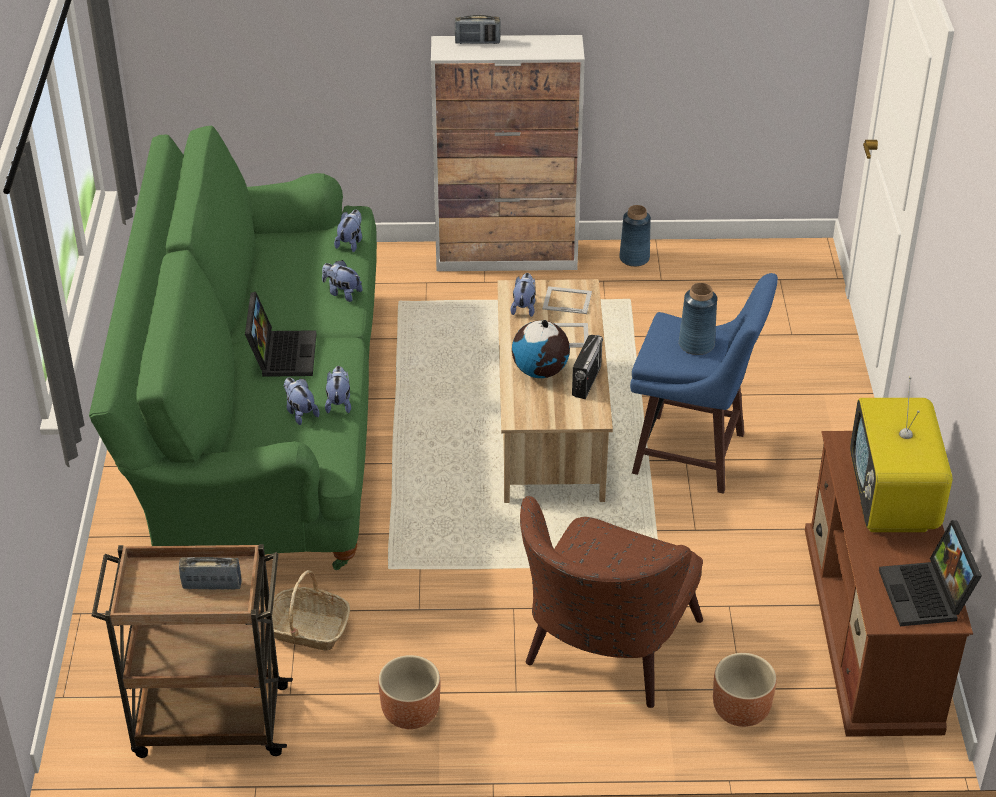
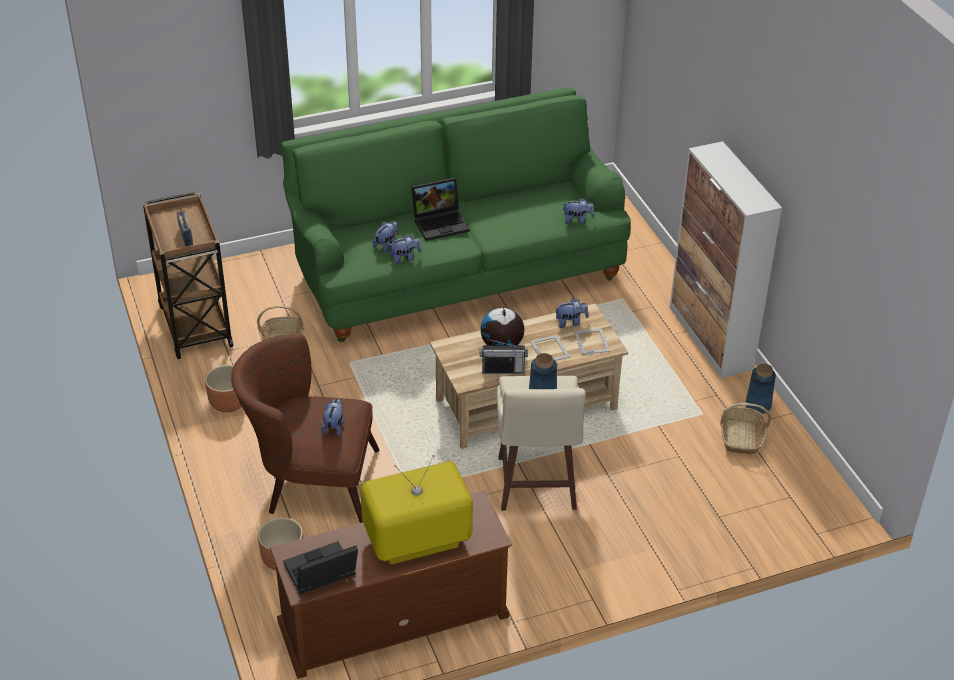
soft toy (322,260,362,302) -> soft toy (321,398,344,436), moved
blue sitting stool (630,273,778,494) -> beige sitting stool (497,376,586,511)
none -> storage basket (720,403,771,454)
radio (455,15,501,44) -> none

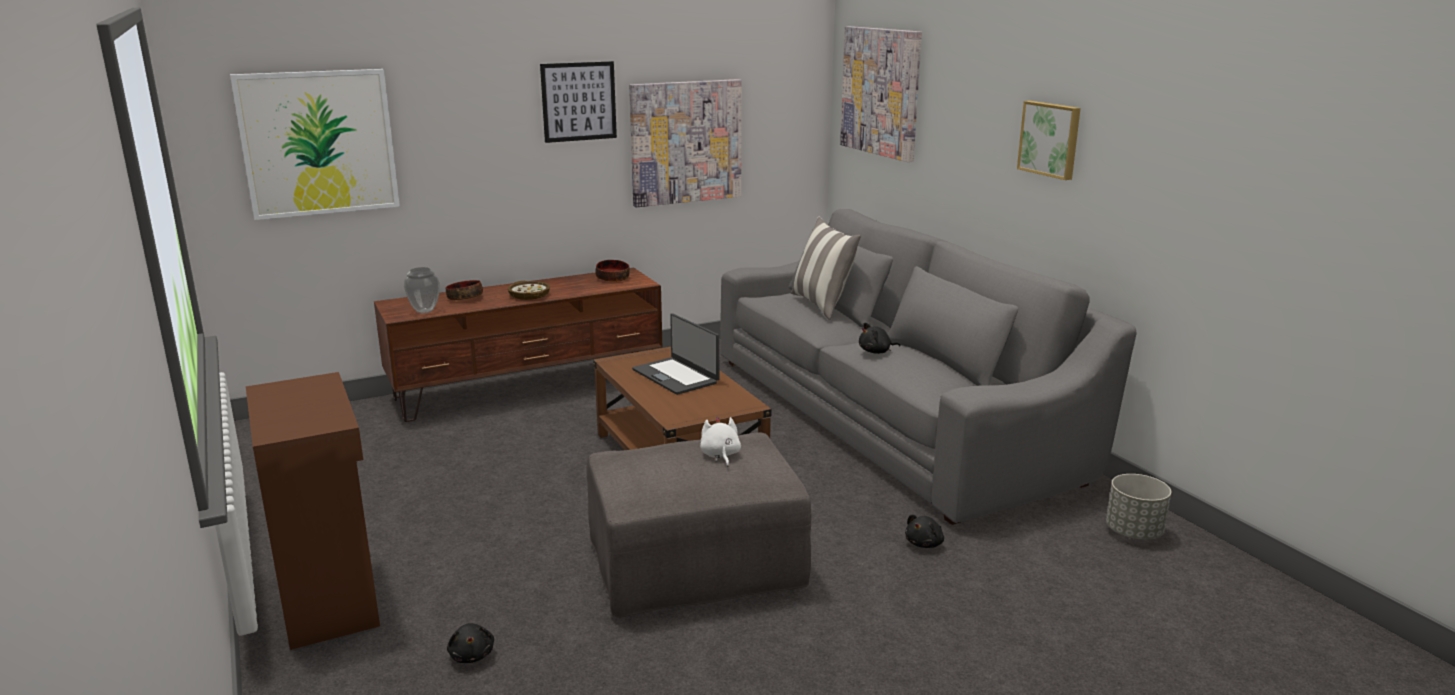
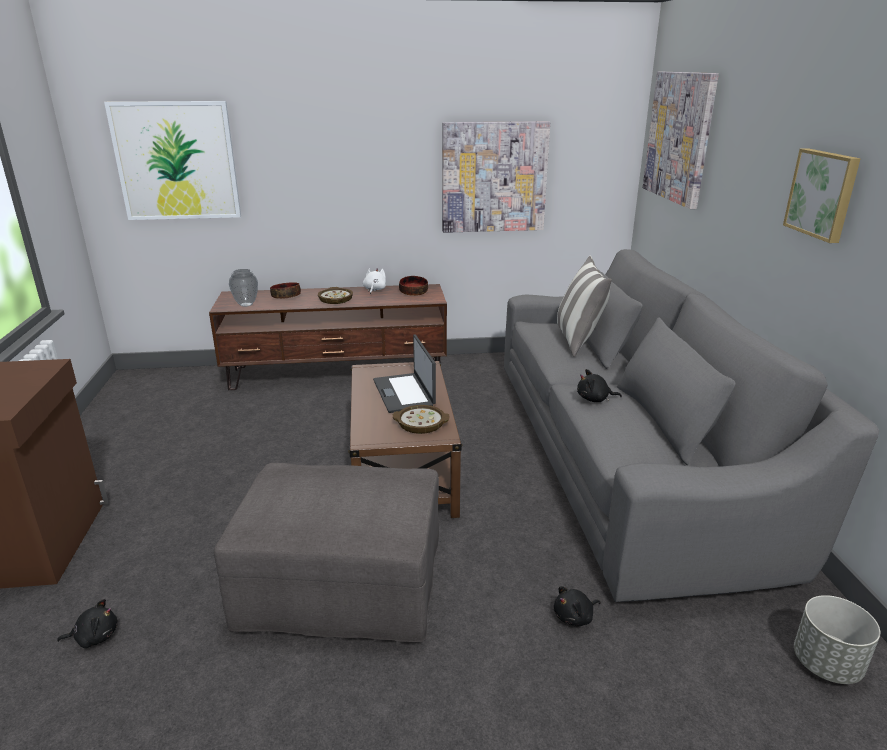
black-coloured soft toy (447,623,494,663) -> black-coloured soft toy (57,599,118,648), 105 degrees counterclockwise
white-coloured soft toy (700,417,741,467) -> white-coloured soft toy (363,268,386,294), moved
none -> bowl (393,405,450,434)
wall picture (540,61,617,143) -> none

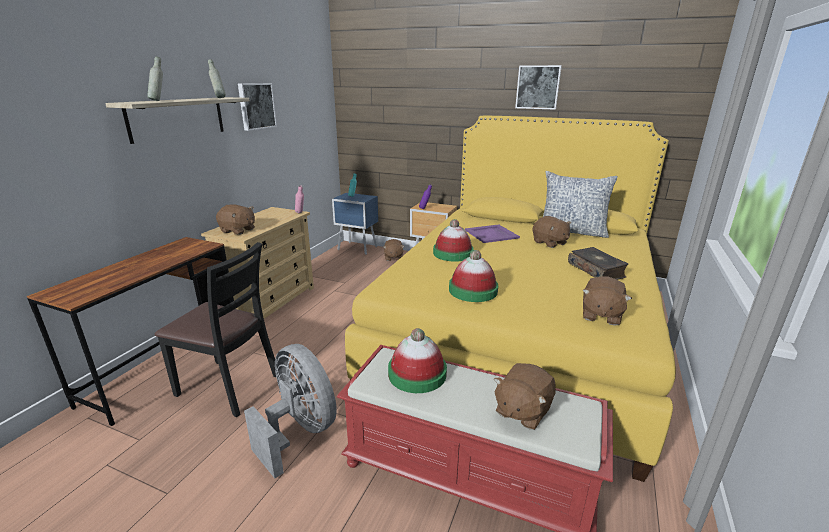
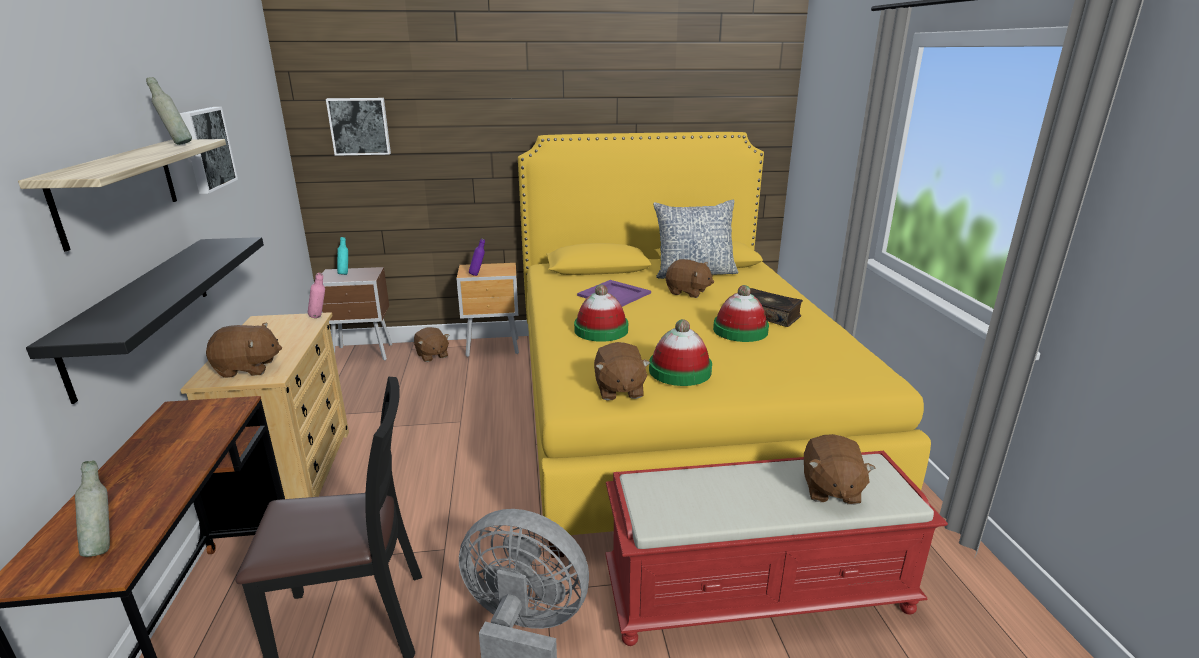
none -> black-coloured wall shelf (26,237,264,404)
grey beverage bottle (147,57,163,101) -> grey beverage bottle (75,460,110,557), moved
blue nightstand (332,193,378,255) -> brownish nightstand (314,267,392,361)
wall picture (515,65,562,110) -> wall picture (326,98,391,156), moved
brownish soft toy (582,277,632,326) -> brownish soft toy (594,342,650,401), moved
clothing hat (388,328,447,393) -> clothing hat (713,285,769,342), moved

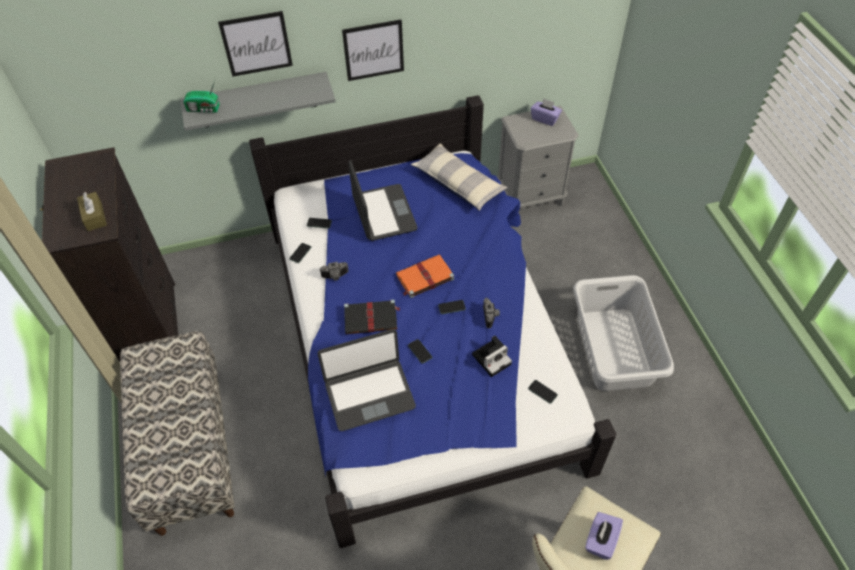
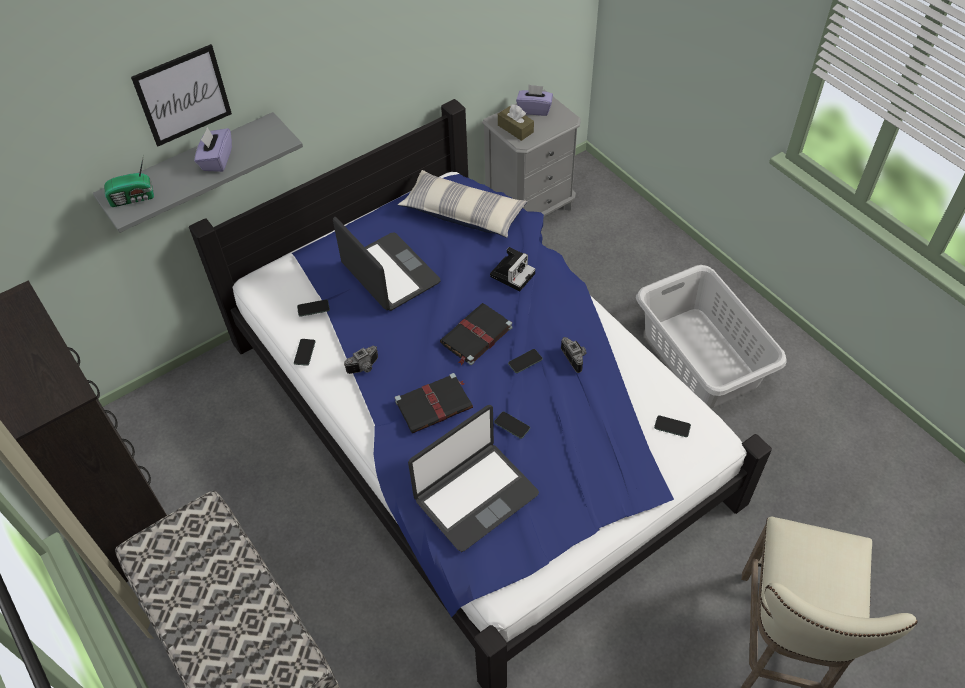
purple-coloured tissue holder (585,512,623,560) -> purple-coloured tissue holder (194,127,232,172), moved
orange book (396,255,454,298) -> black-coloured book (440,303,512,365)
photo camera (472,336,512,377) -> photo camera (490,247,535,292), moved
brownish tissue holder (77,192,107,231) -> brownish tissue holder (498,105,534,141), moved
wall picture (342,20,404,81) -> none

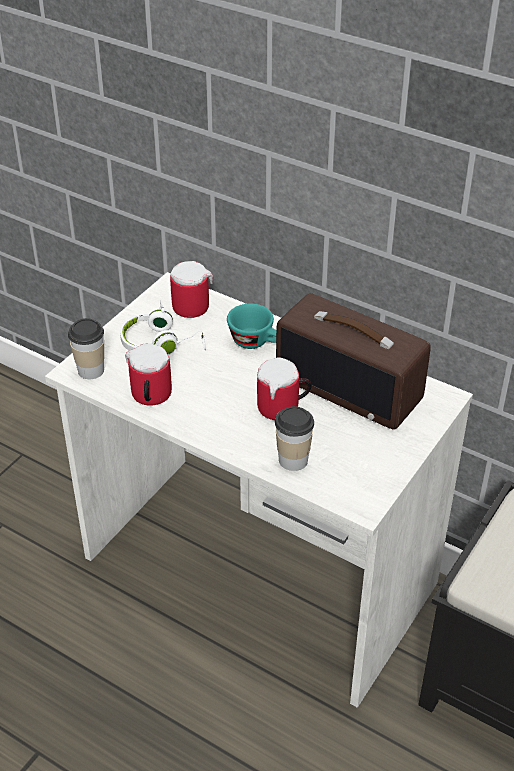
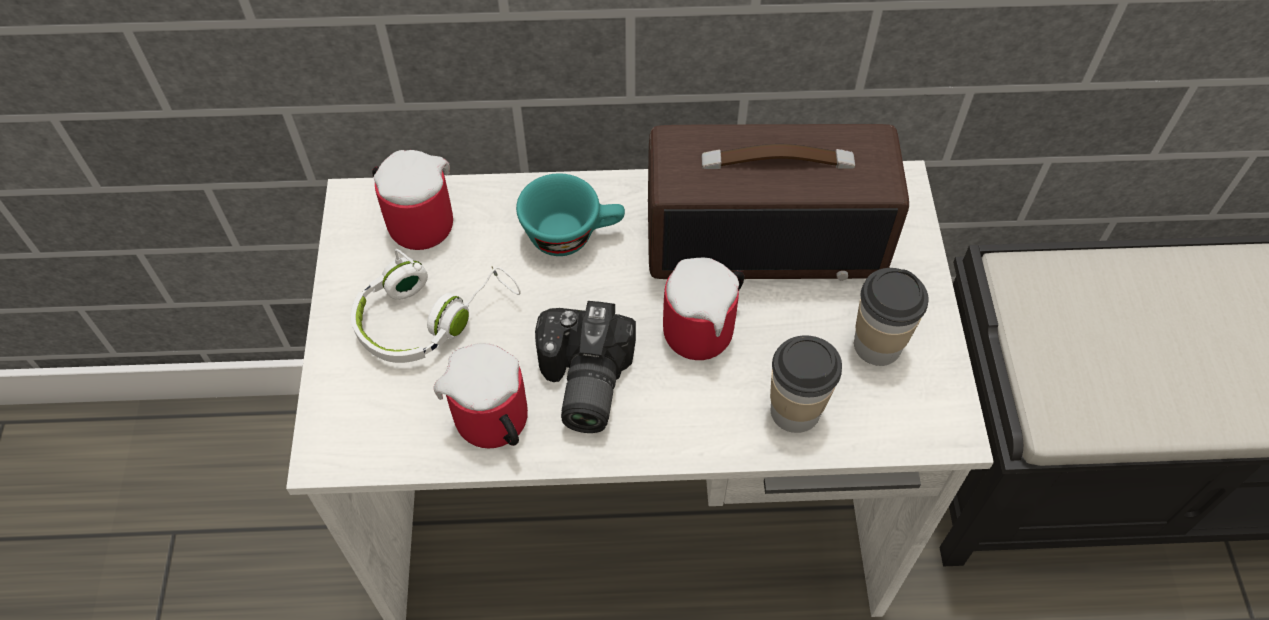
none -> photo camera (535,301,636,433)
drinking cup (68,318,104,379) -> drinking cup (854,268,929,366), moved

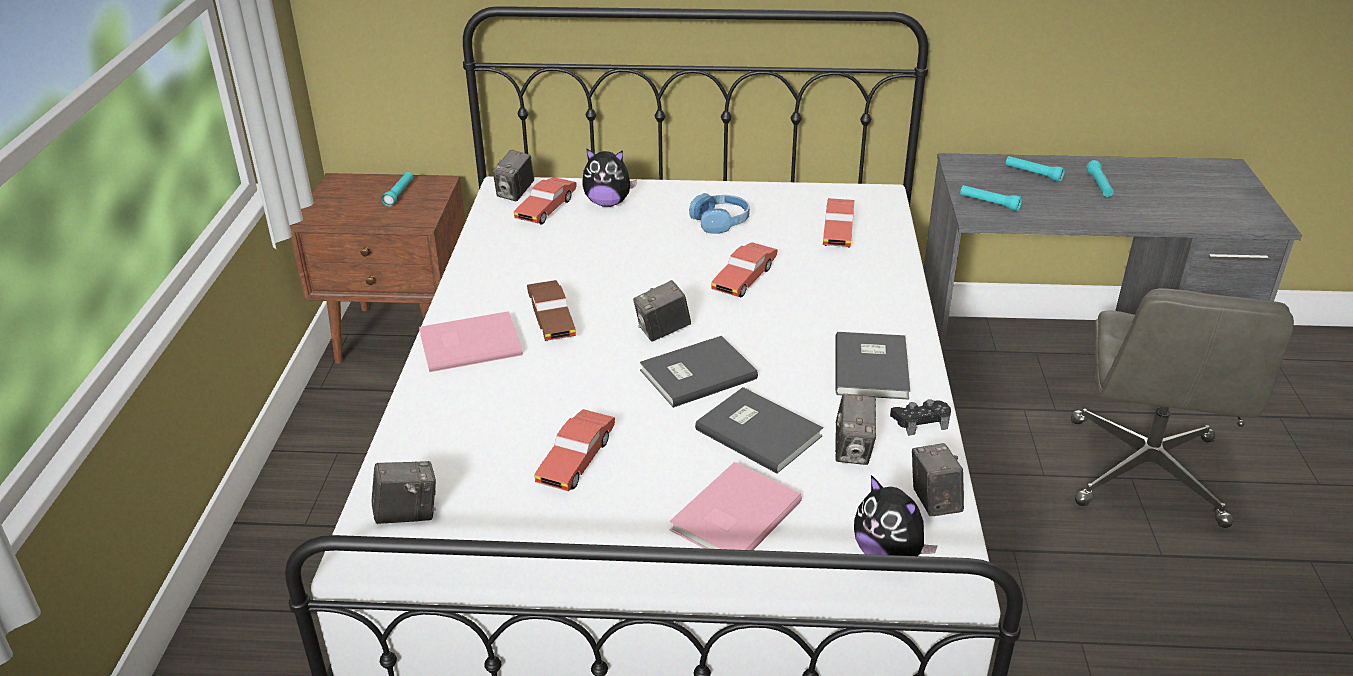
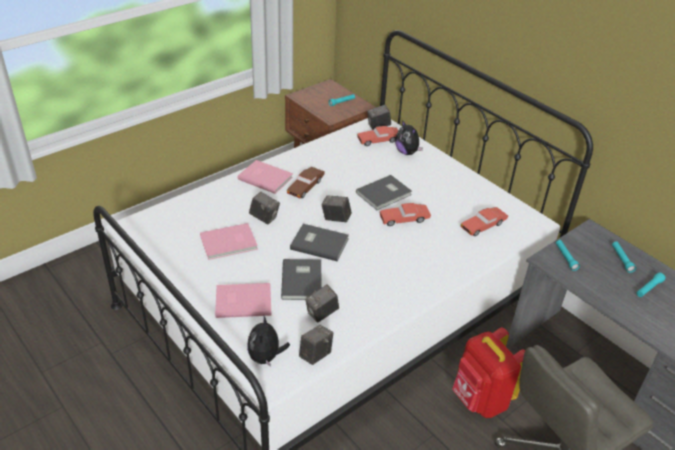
reddish toy car (534,409,615,491) -> pink book (200,223,258,260)
photo camera (372,461,436,524) -> photo camera (249,192,280,224), moved
grey book (835,332,910,400) -> grey book (356,175,412,210), moved
none -> reddish knapsack (452,327,525,418)
blue headphones (689,193,750,234) -> none
black-coloured game controller (890,399,951,436) -> none

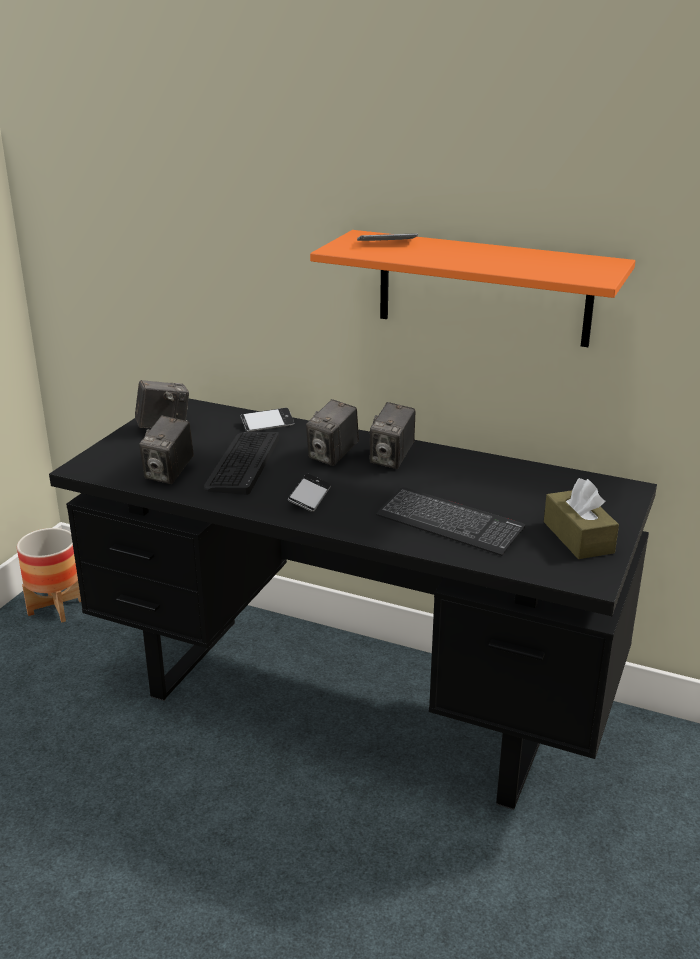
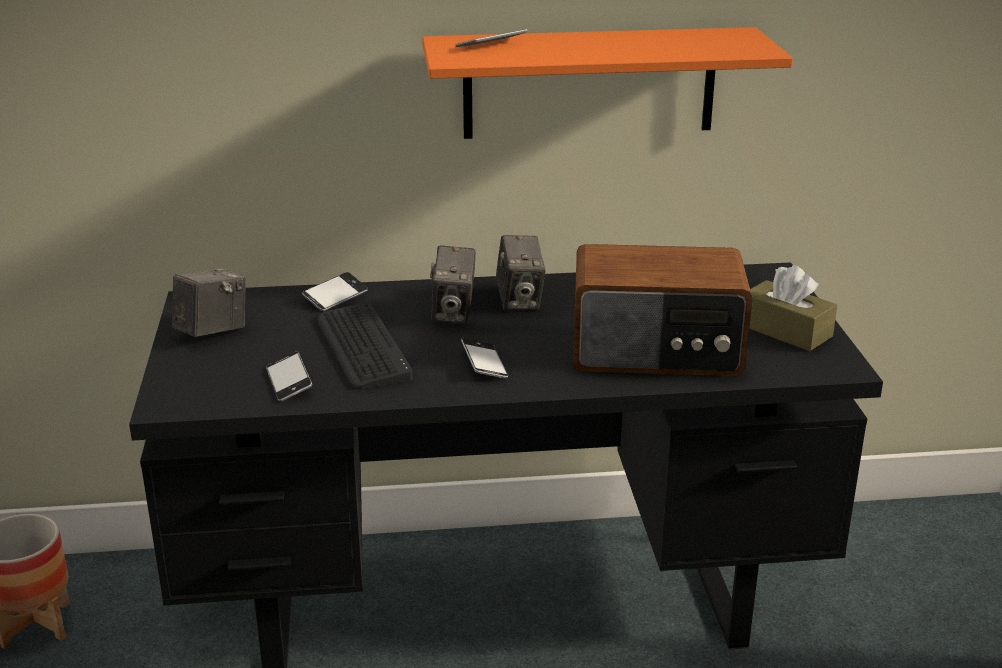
photo camera (139,415,194,484) -> handset (266,352,312,402)
PC keyboard (376,487,525,556) -> radio (573,244,752,376)

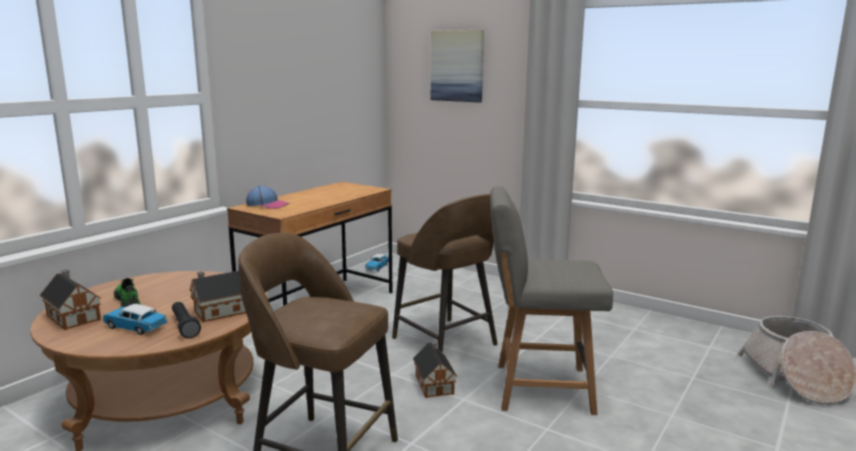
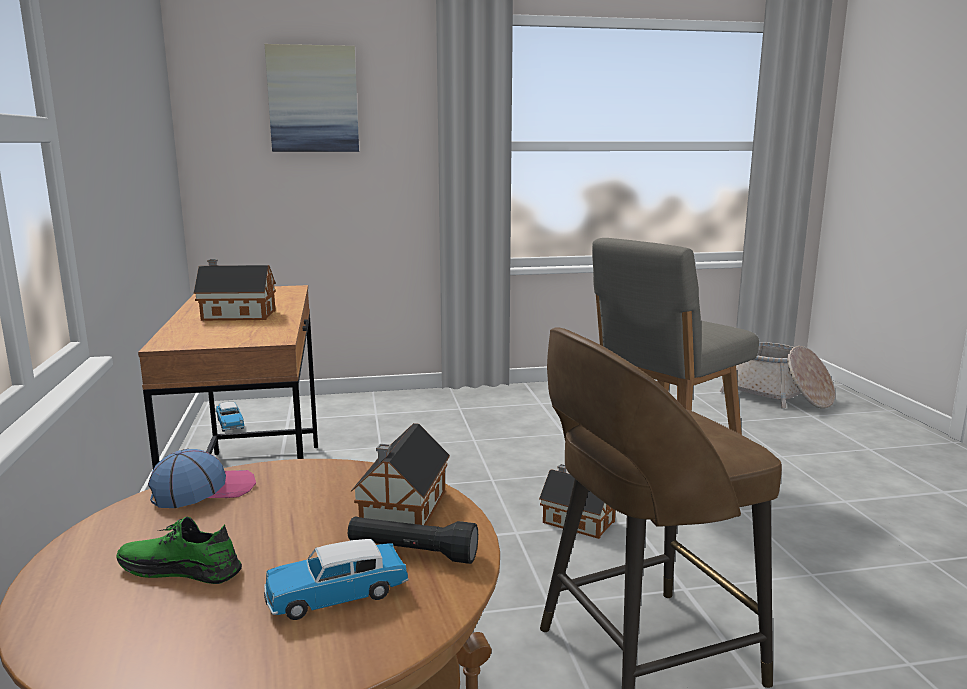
baseball cap (246,185,290,209) -> baseball cap (148,449,256,508), moved
toy house (40,269,101,330) -> toy house (194,259,276,321), moved
brownish sitting stool (392,194,498,353) -> none

